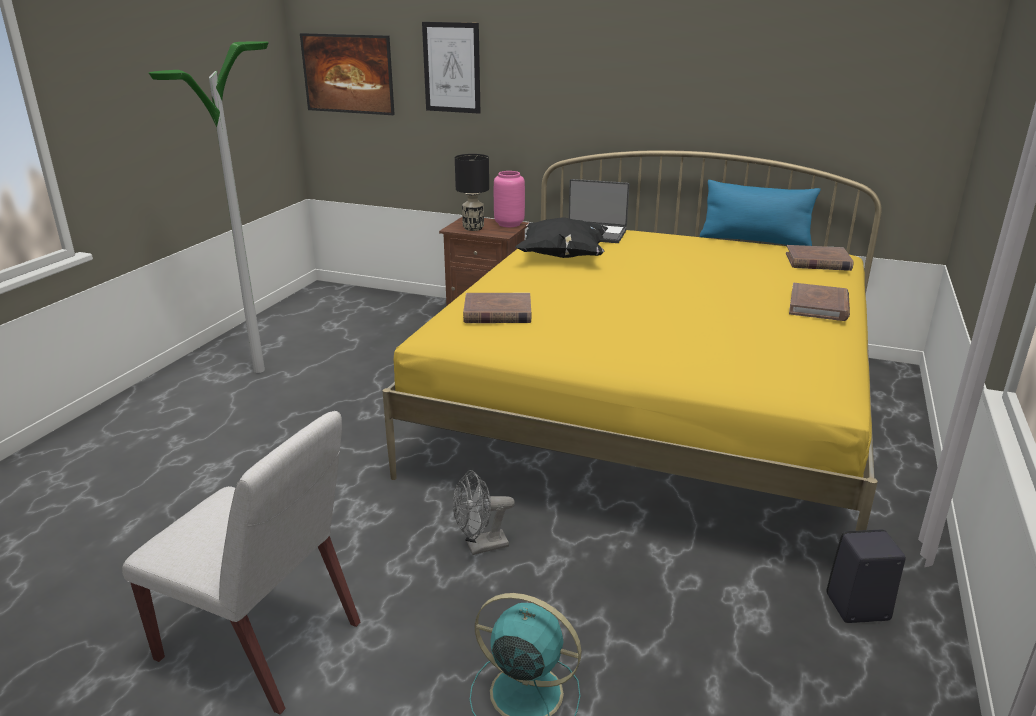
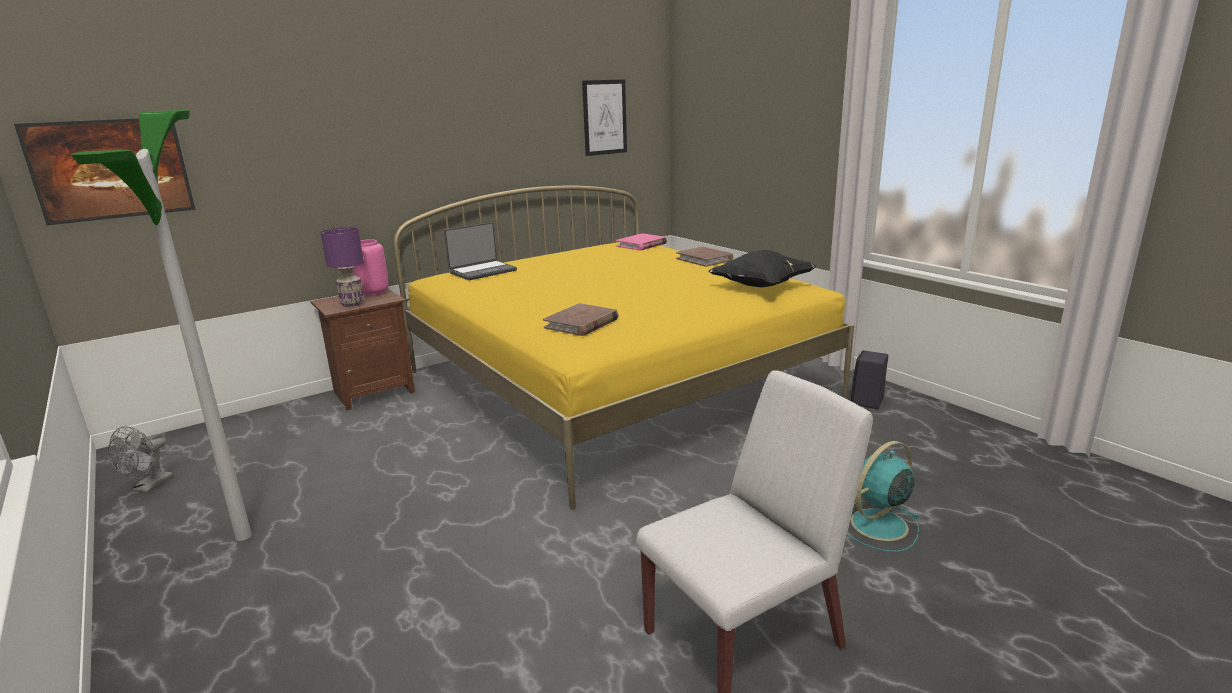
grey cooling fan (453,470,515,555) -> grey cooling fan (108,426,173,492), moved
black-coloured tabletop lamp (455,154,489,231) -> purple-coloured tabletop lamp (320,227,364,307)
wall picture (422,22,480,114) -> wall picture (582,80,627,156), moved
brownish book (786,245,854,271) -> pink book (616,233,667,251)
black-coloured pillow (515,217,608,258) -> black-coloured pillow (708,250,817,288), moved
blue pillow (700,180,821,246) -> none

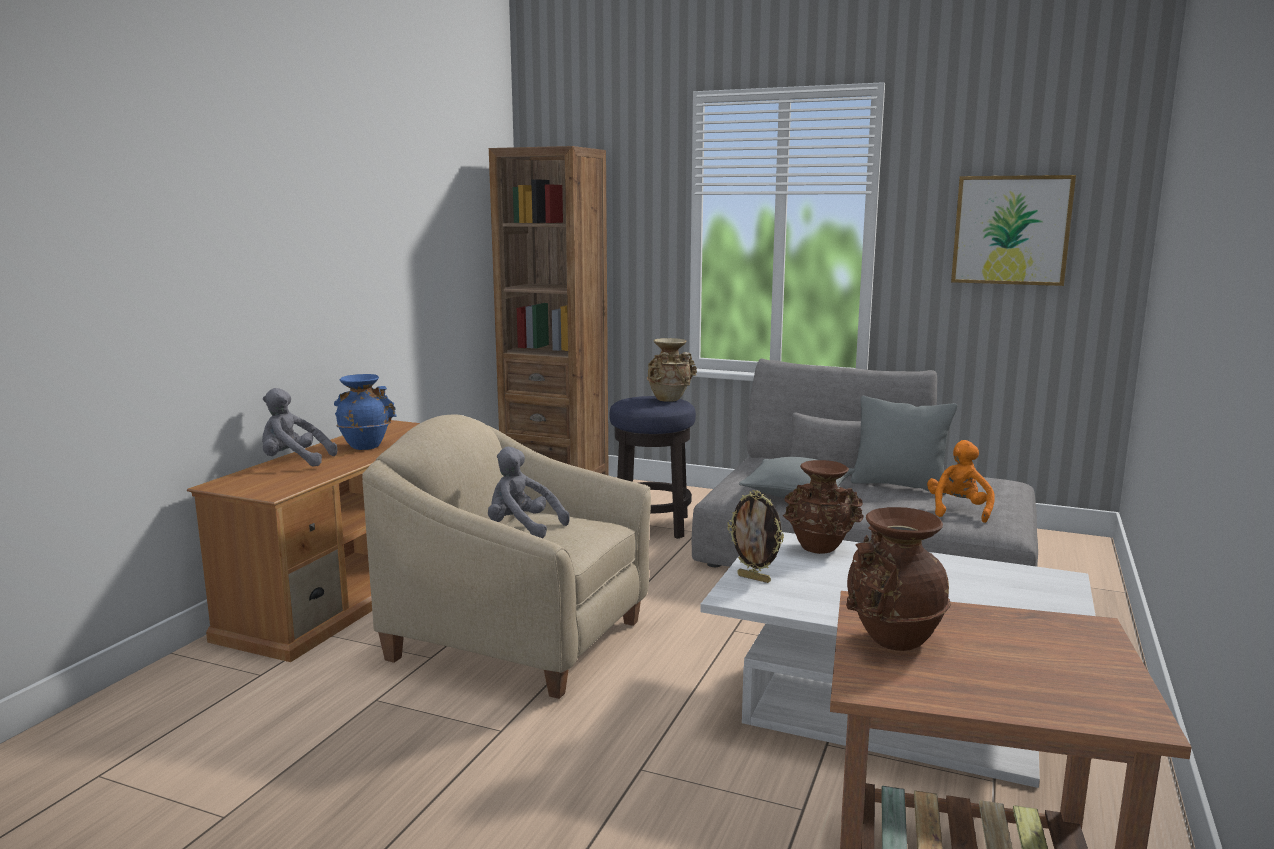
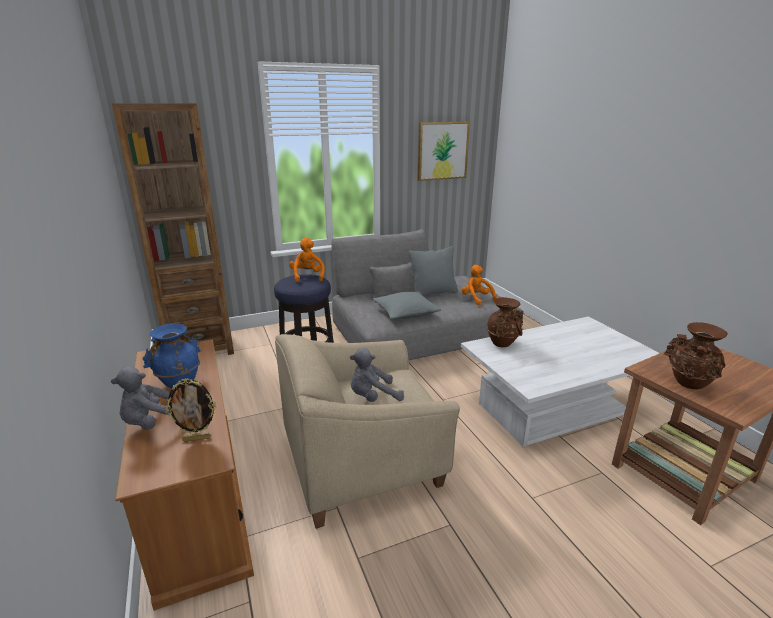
standing frame (728,490,784,583) -> standing frame (165,378,216,442), moved
beige vase (647,338,697,402) -> orange soft toy (289,238,325,282)

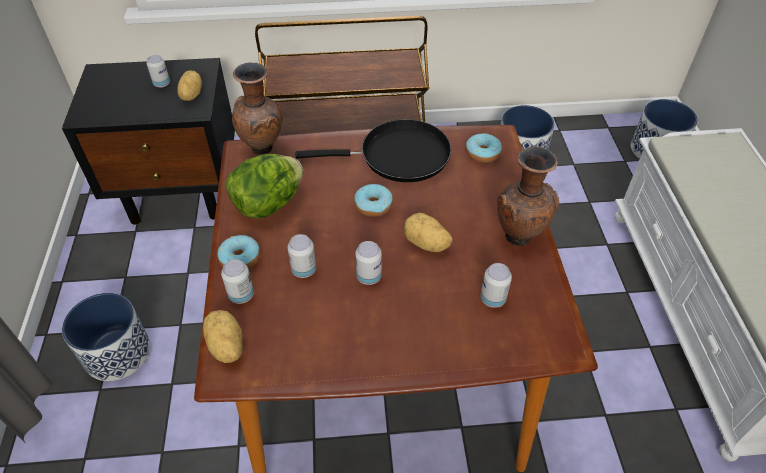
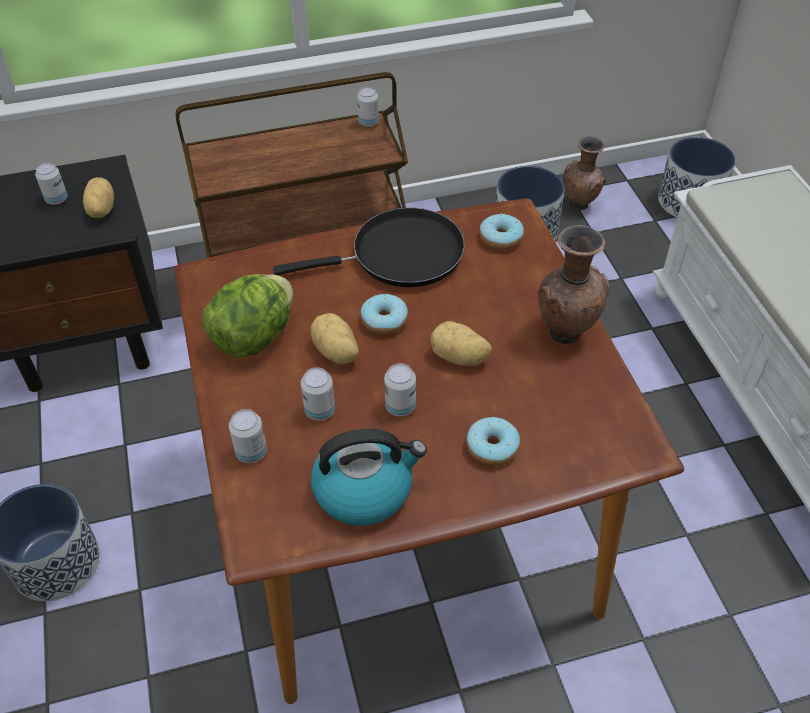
whole potato (203,310,243,363) -> whole potato (310,313,359,364), moved
none -> kettle (311,428,427,526)
sealed can (480,263,512,308) -> sealed can (357,87,379,127), moved
ring doughnut (217,235,260,269) -> ring doughnut (466,417,520,466), moved
brownish vase (232,62,282,155) -> brownish vase (563,136,606,211), moved

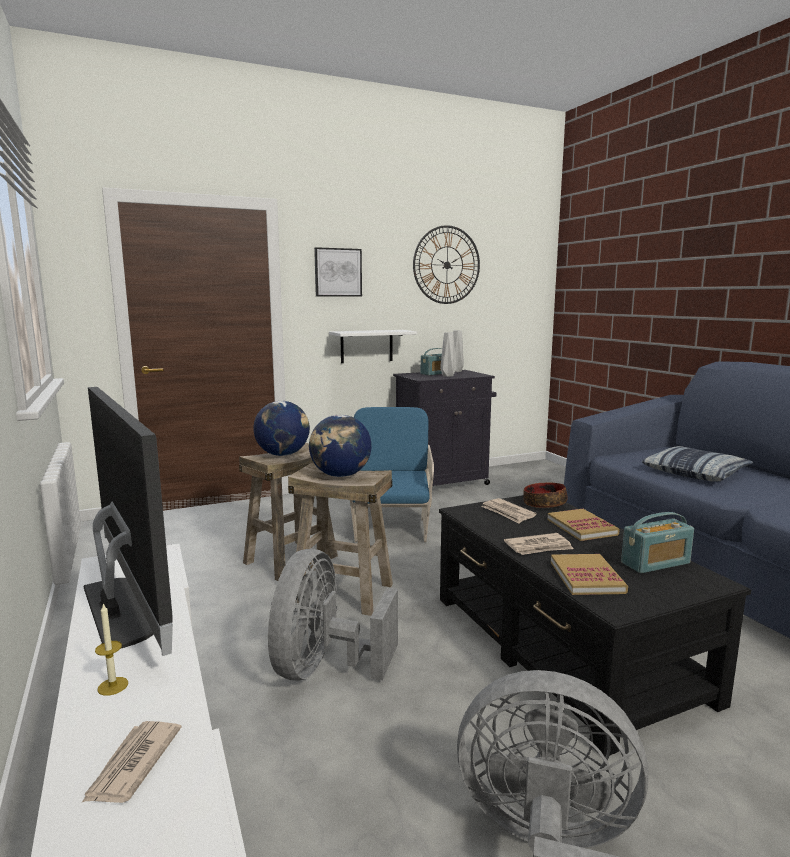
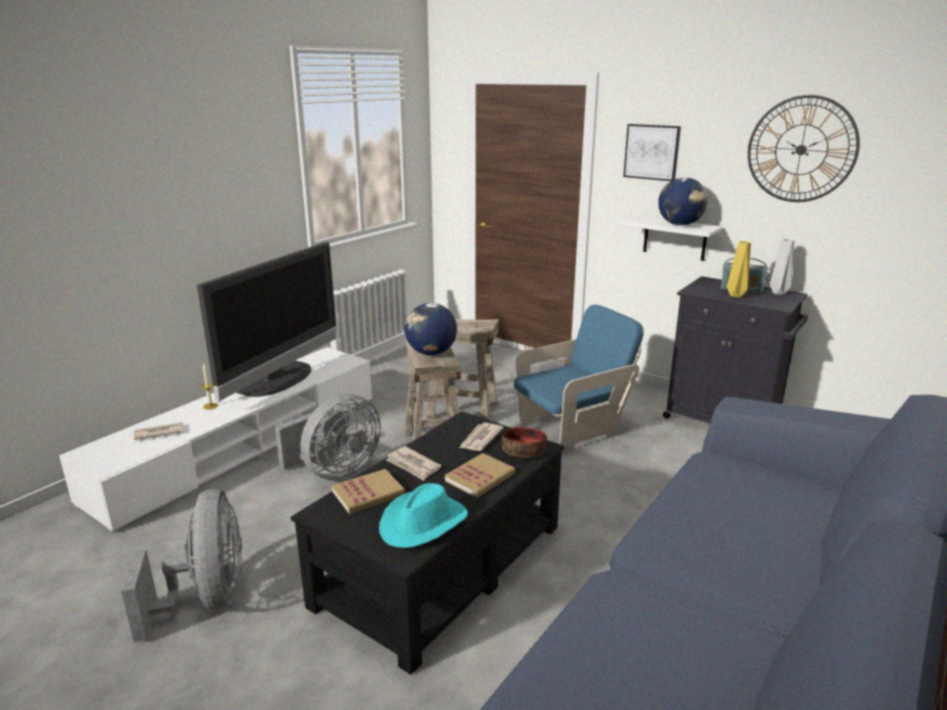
grey cooling fan (268,549,398,680) -> grey cooling fan (275,394,381,481), 150 degrees clockwise
radio (621,512,694,573) -> turquoise clothing hat (379,483,468,548)
desk globe (254,401,310,456) -> desk globe (658,177,708,226), moved
grey vase (440,332,456,377) -> yellow vase (727,241,751,298)
pillow (642,446,753,482) -> none

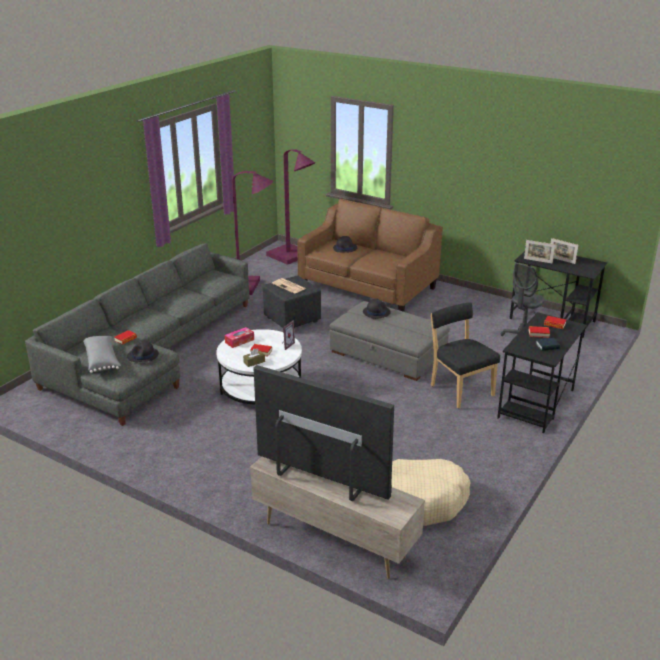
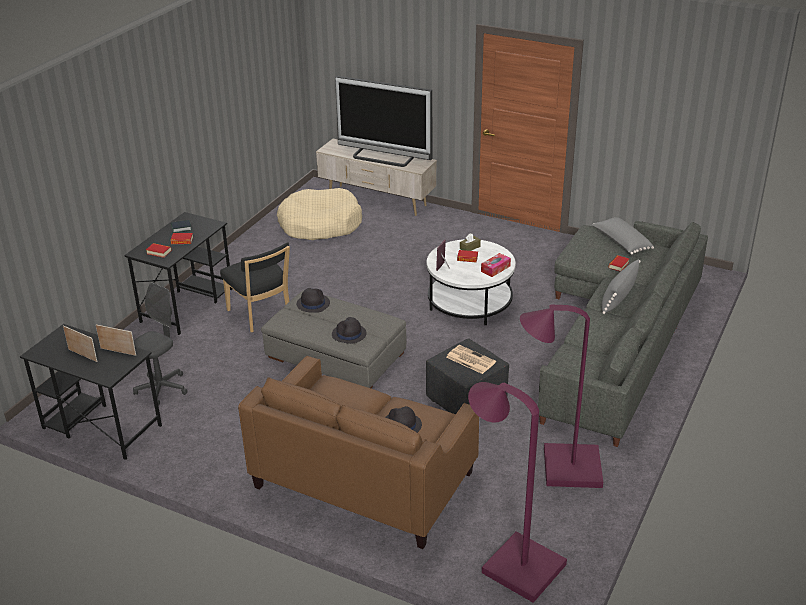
black-coloured clothing hat (127,340,159,362) -> black-coloured clothing hat (297,288,330,313), moved
none -> grey pillow (602,259,641,314)

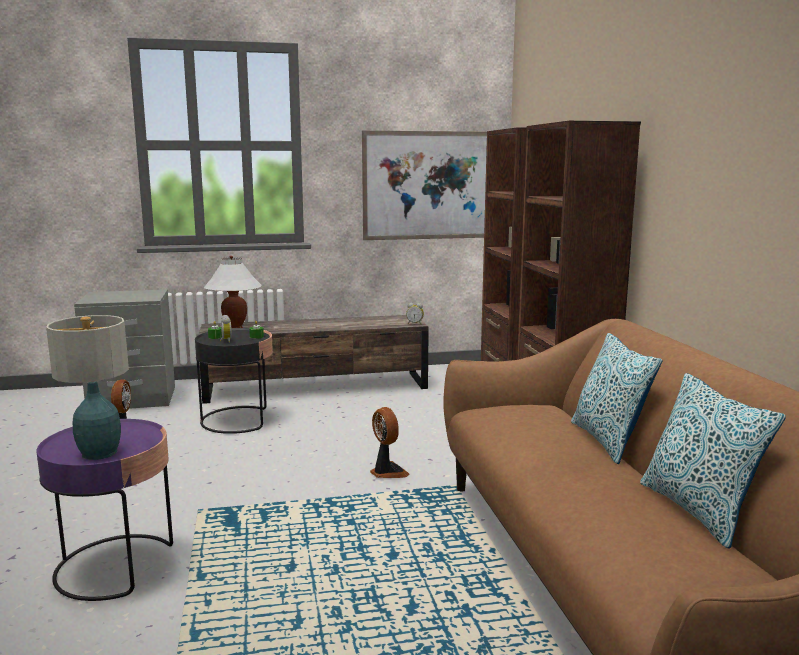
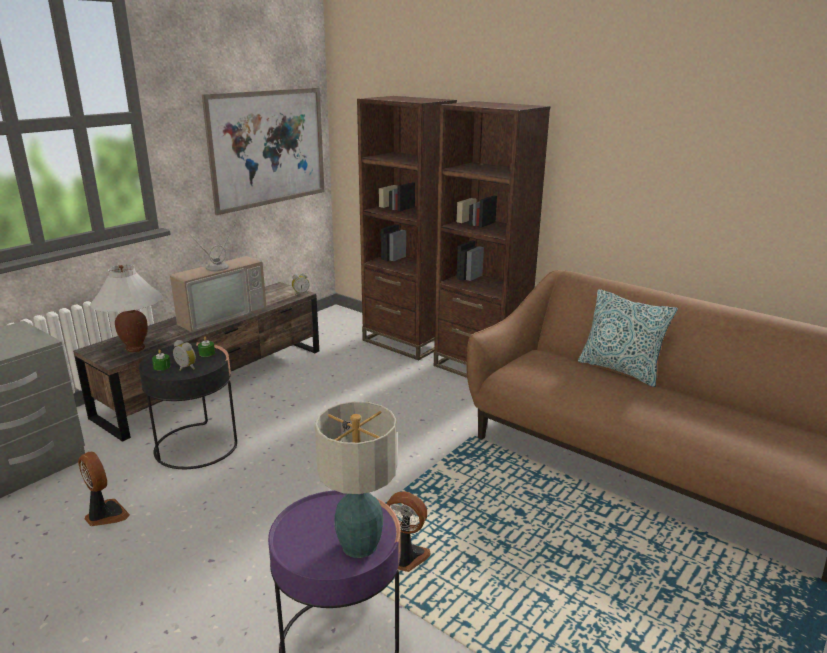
none -> TV set (170,220,267,333)
cooling fan (370,407,410,478) -> cooling fan (386,492,431,572), moved
pillow (640,373,786,549) -> none

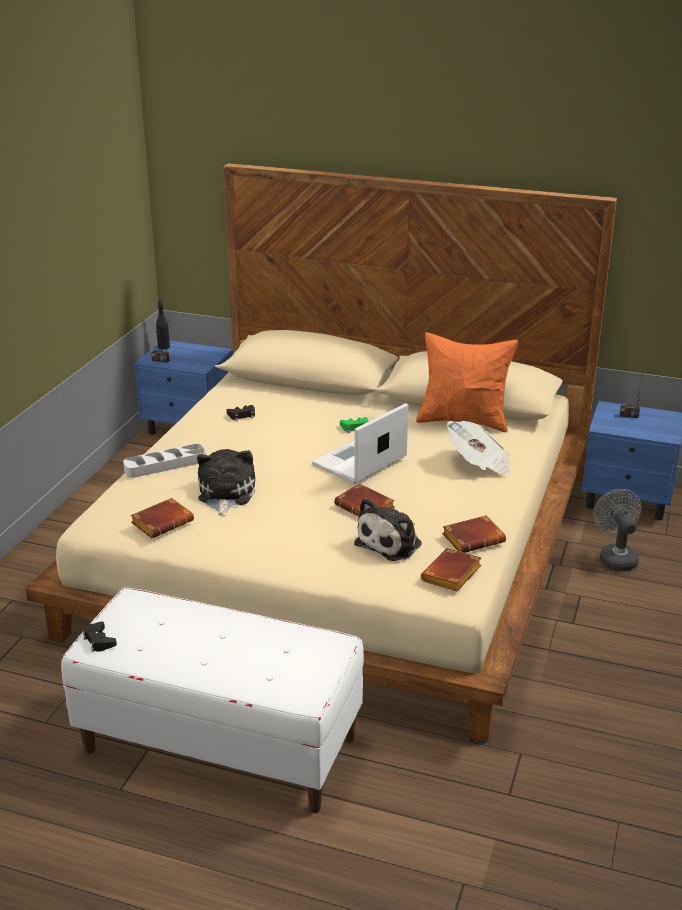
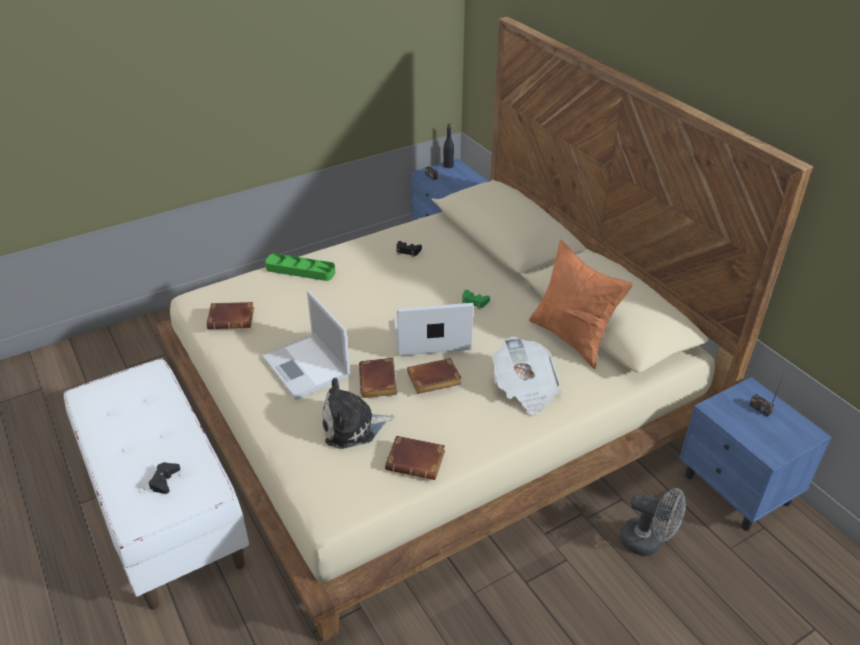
black-coloured game controller (83,622,117,652) -> black-coloured game controller (149,462,180,494), moved
none -> notebook computer (262,291,350,400)
grey tray (123,444,206,478) -> green tray (265,253,335,281)
brownish book (421,548,481,592) -> brownish book (407,358,462,394), moved
grey cooling fan (593,489,642,571) -> grey cooling fan (620,488,686,556), 90 degrees clockwise
soft toy (197,449,255,517) -> none

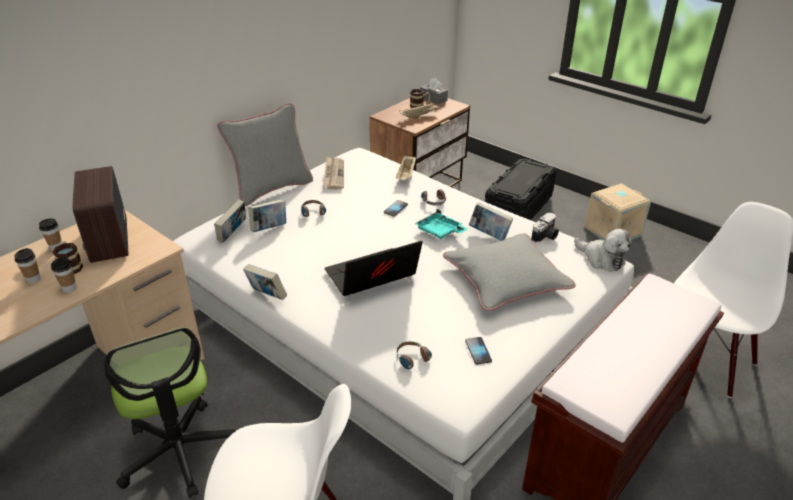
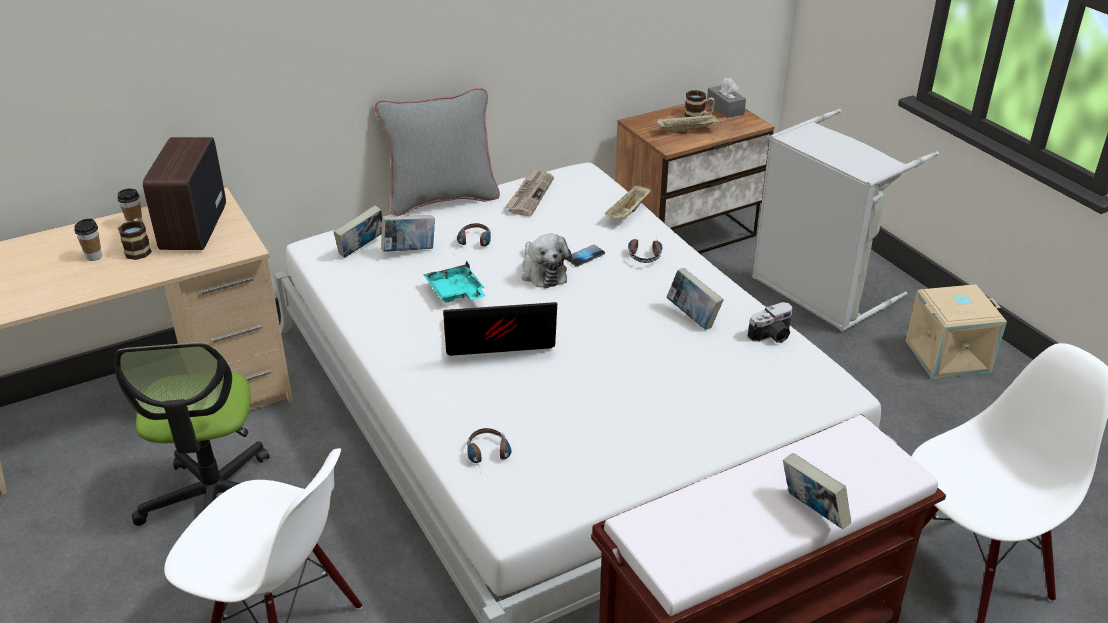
turquoise tray (414,209,467,239) -> turquoise tray (423,260,486,302), moved
soft toy (574,229,632,271) -> soft toy (522,234,572,288), moved
black-coloured storage container (485,159,556,220) -> grey laundry basket (752,109,939,332)
book (243,264,287,300) -> book (783,453,851,530), moved
drinking cup (51,257,77,293) -> none
grey pillow (443,233,576,311) -> none
handset (465,337,492,365) -> none

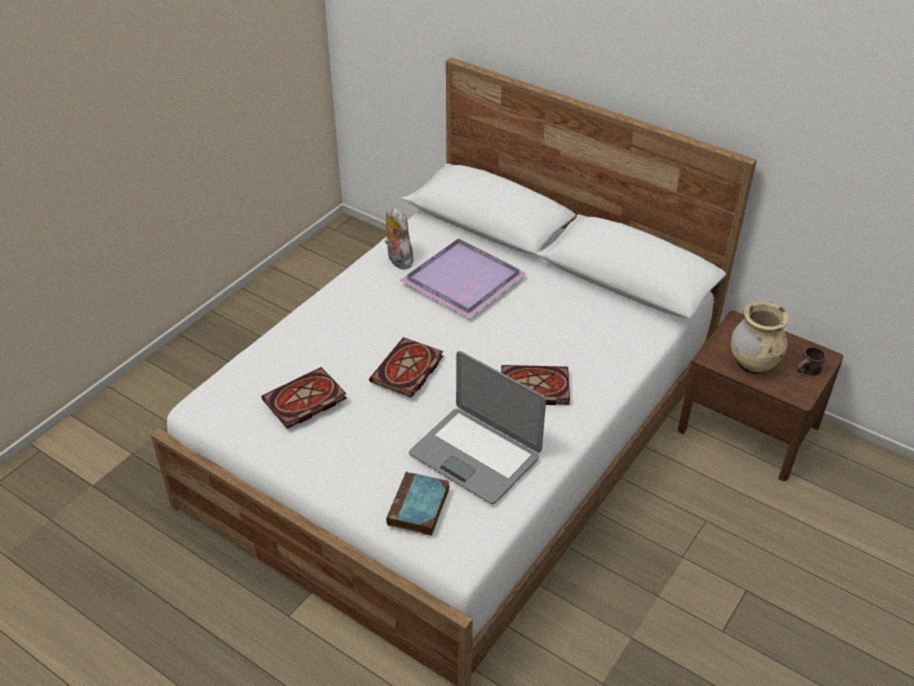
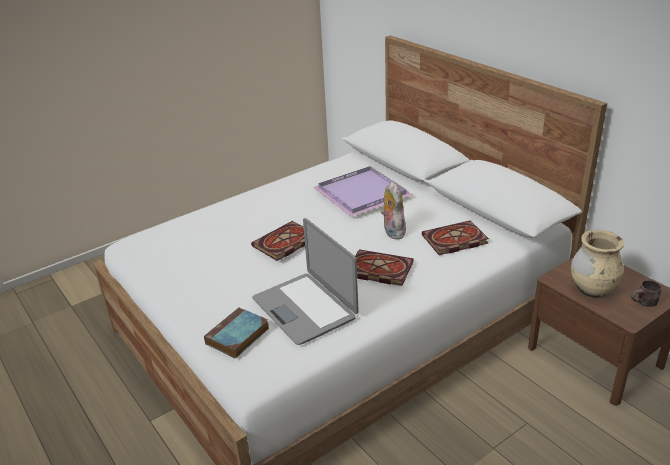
soft toy (385,207,414,269) -> soft toy (381,182,406,239), moved
book (261,367,347,429) -> book (422,220,489,255), moved

